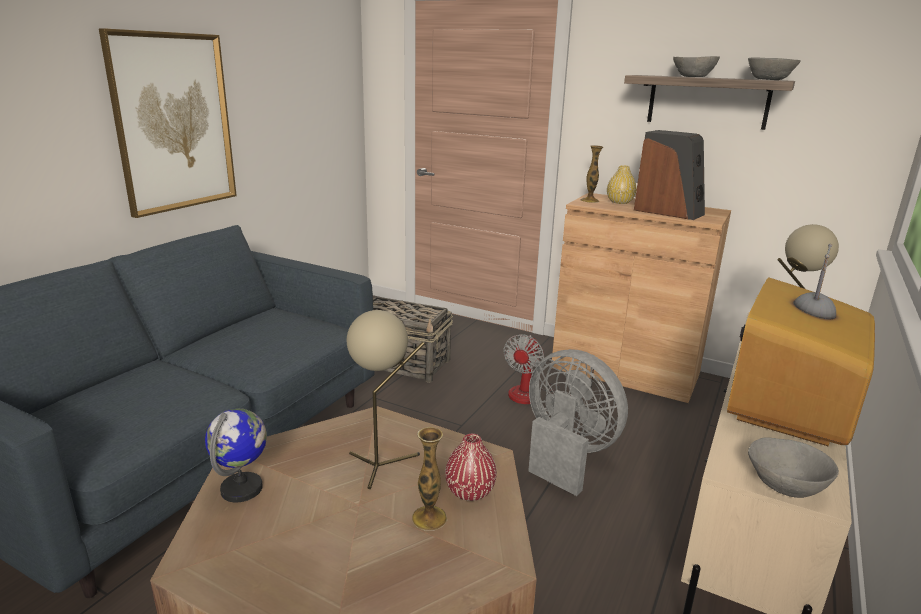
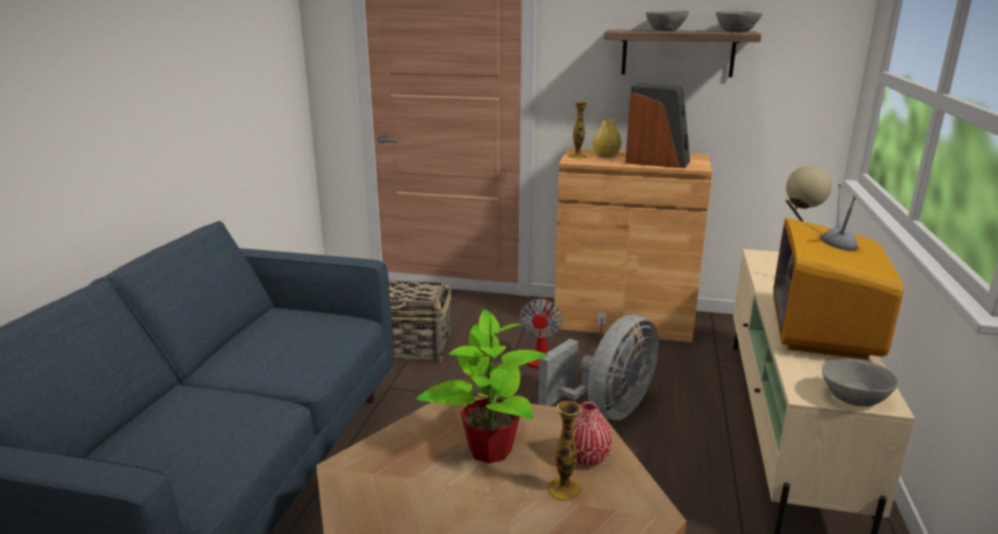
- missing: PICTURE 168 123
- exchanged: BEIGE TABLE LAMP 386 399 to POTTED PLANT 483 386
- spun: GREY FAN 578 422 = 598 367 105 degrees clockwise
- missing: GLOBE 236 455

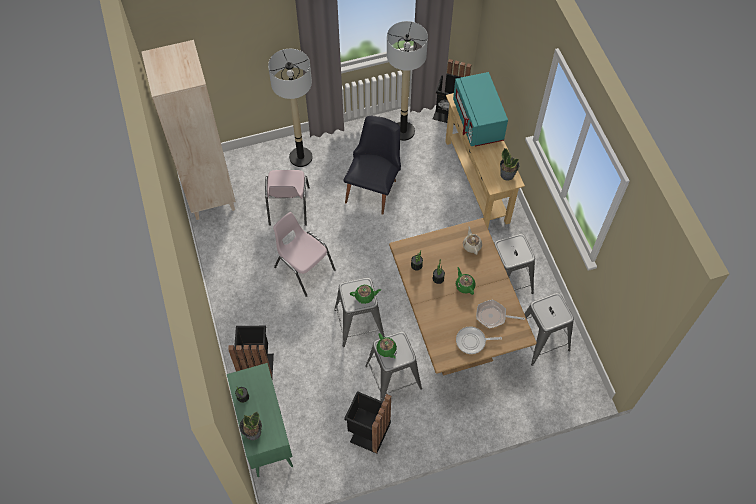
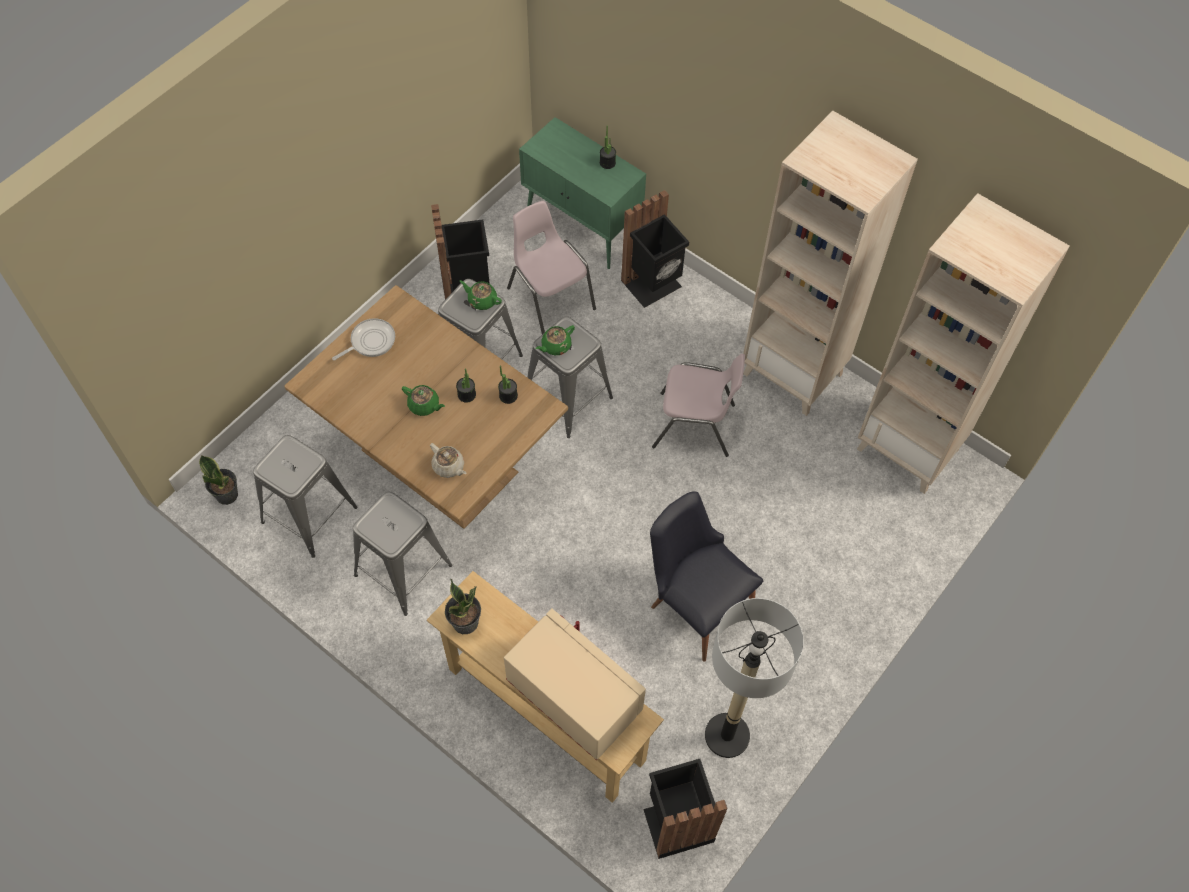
- missing: FLOOR LAMP 290 108
- colour: TURQUOISE MICROWAVE 480 109 to BEIGE MICROWAVE 575 684
- spun: BLACK CHAIR 372 165 = 706 576 150 degrees clockwise
- relocated: PINK CHAIR 287 198 to 551 267
- missing: FRYING PAN 500 314
- relocated: POTTED PLANT 250 426 to 218 480
- appeared: BEIGE BOOKCASE 830 263

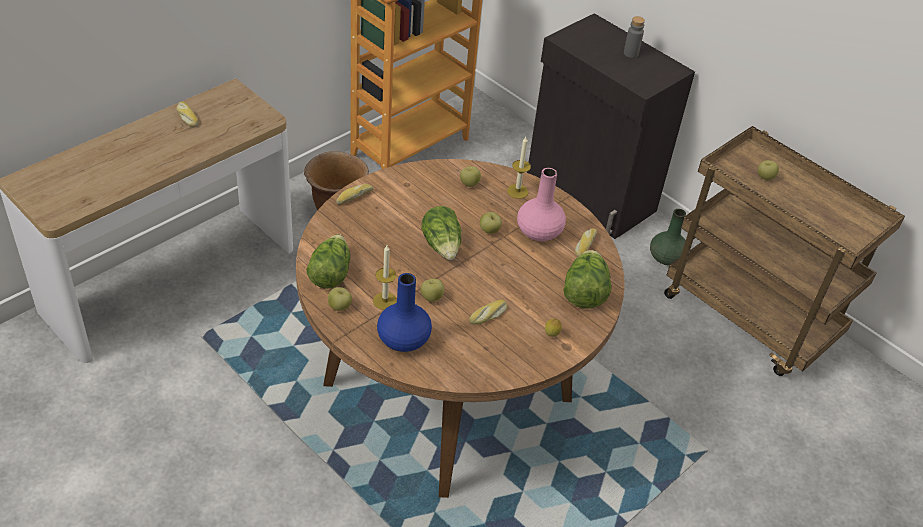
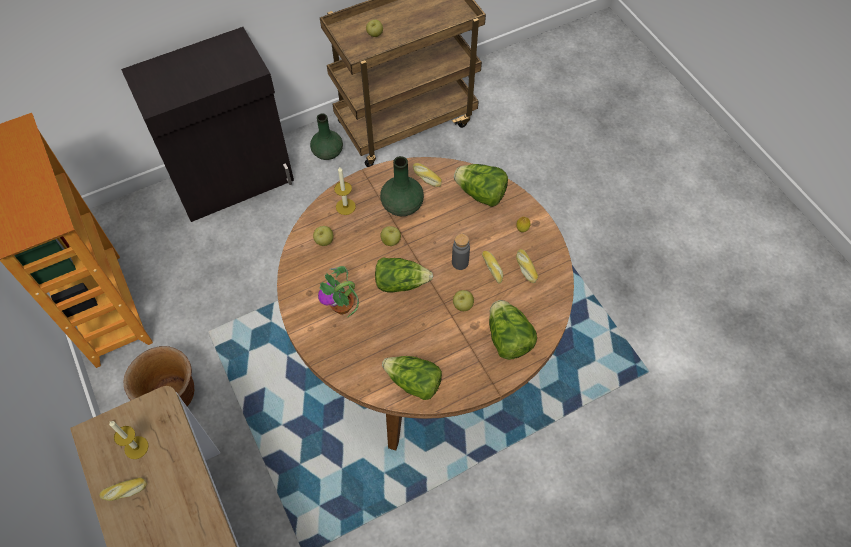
- relocated: GREY BOTTLE 634 37 to 461 251
- colour: PINK VASE 541 204 to GREEN VASE 402 186
- relocated: BREAD 355 194 to 527 266
- relocated: CANDLE 385 277 to 129 440
- exchanged: BLUE VASE 404 312 to LETTUCE 513 330
- missing: APPLE 340 299
- appeared: POTTED PLANT 338 291

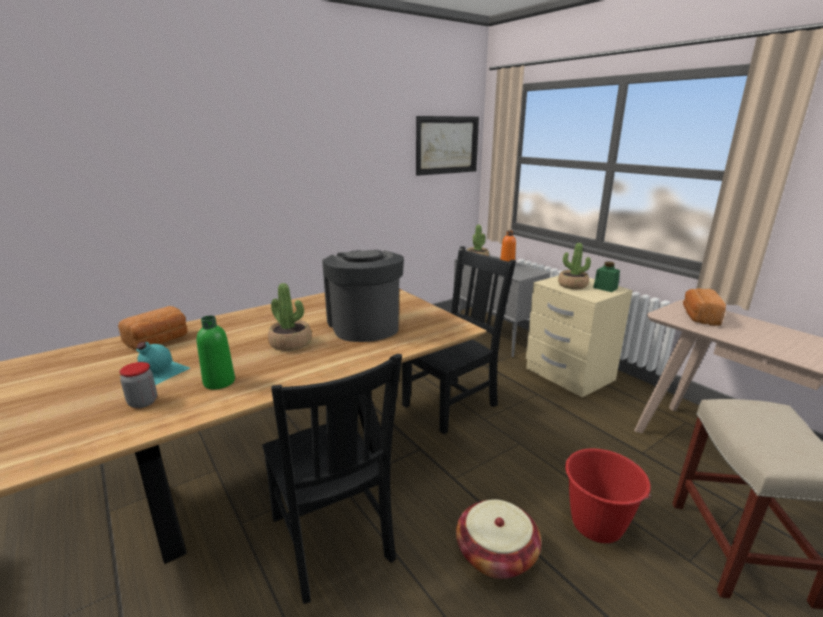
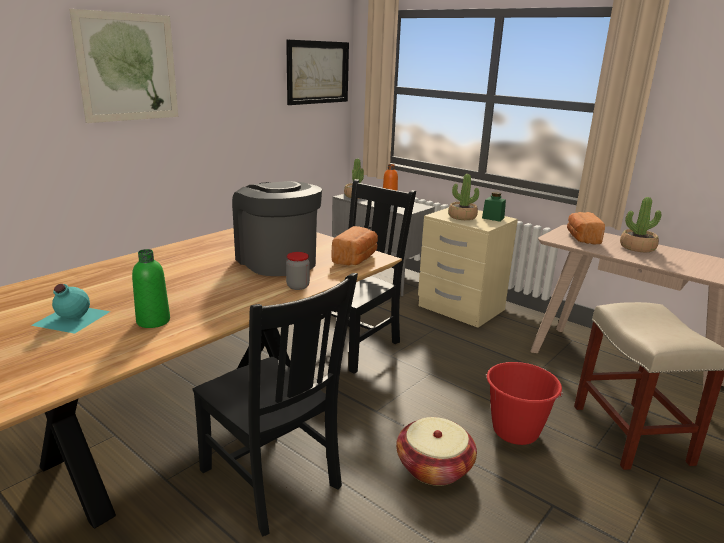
- relocated: POTTED PLANT 290 317 to 641 224
- relocated: BREAD 153 327 to 355 245
- relocated: JAR 138 385 to 298 271
- appeared: PICTURE 123 66

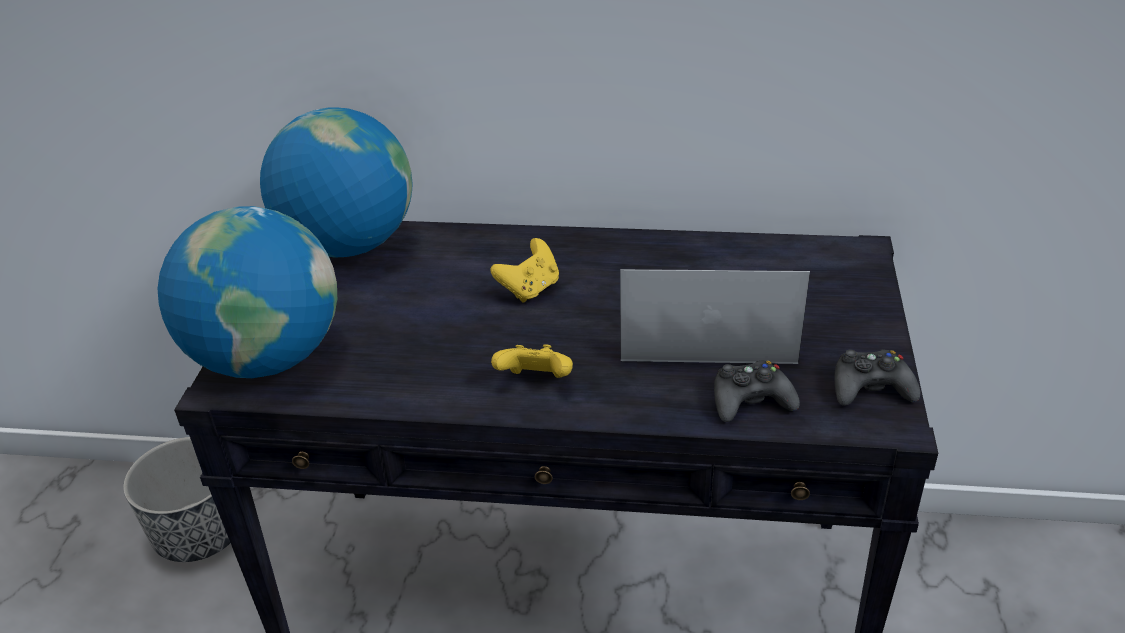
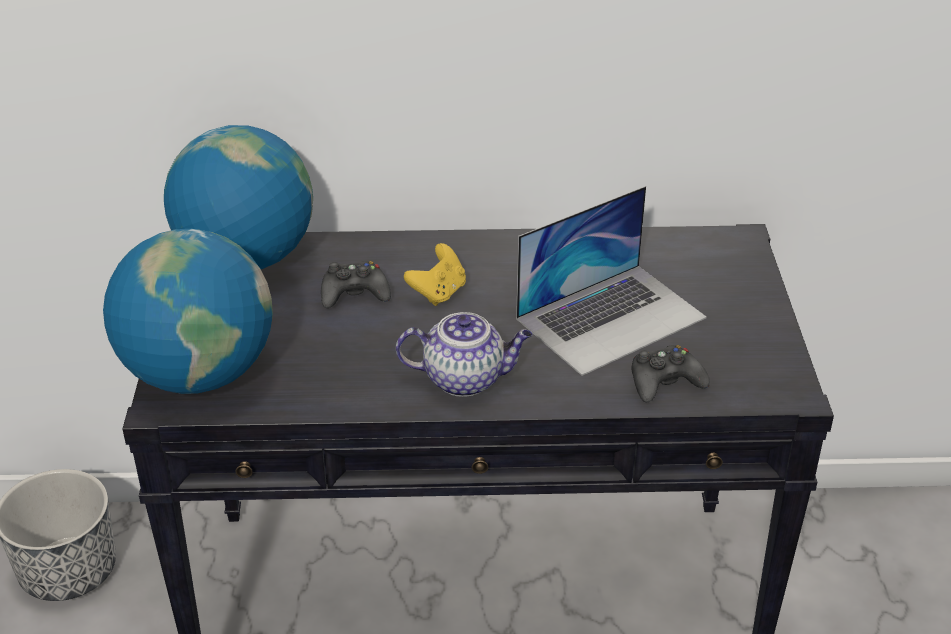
- spun: LAPTOP 715 316 = 611 281 150 degrees clockwise
- exchanged: YELLOW GAME CONTROLLER 532 361 to TEAPOT 464 354
- relocated: BLACK GAME CONTROLLER 877 378 to 356 284

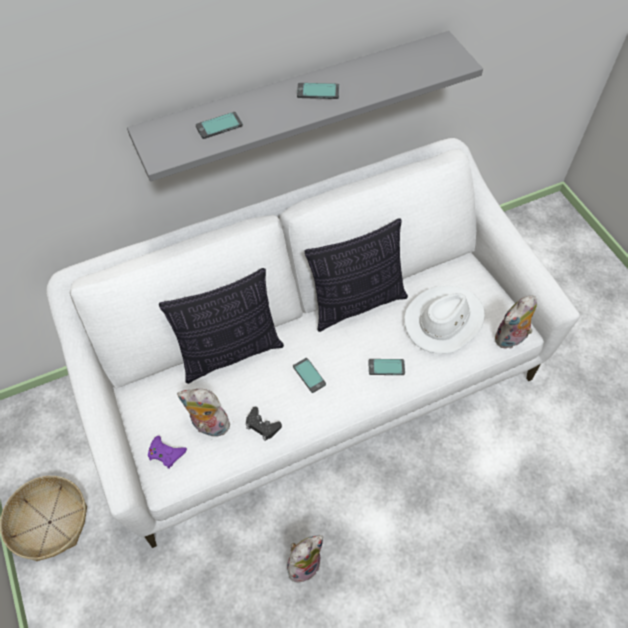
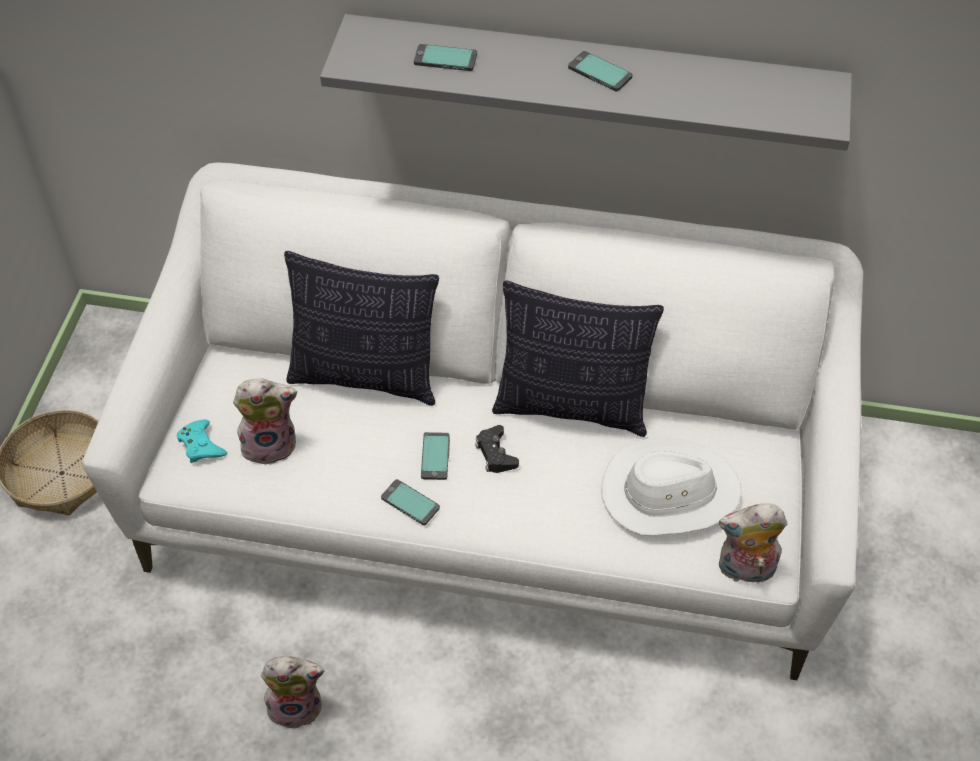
- relocated: PHONE 386 367 to 410 502
- spun: PLUSH TOY 204 413 = 265 423 120 degrees clockwise
- relocated: BLACK GAME CONTROLLER 264 424 to 497 449
- colour: PURPLE GAME CONTROLLER 167 452 to TURQUOISE GAME CONTROLLER 202 441

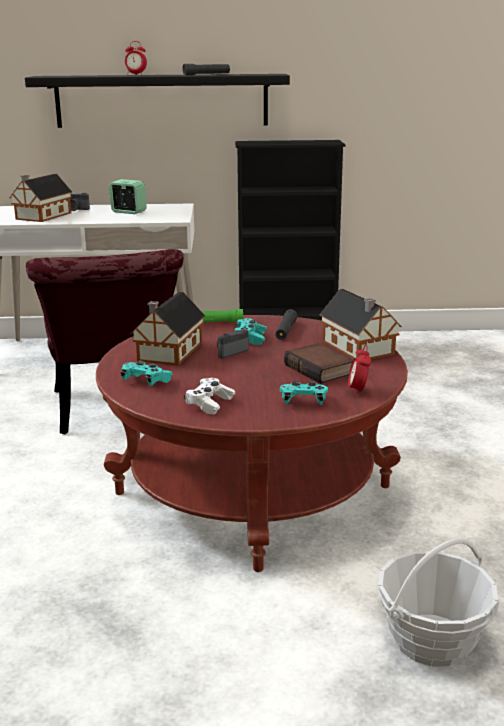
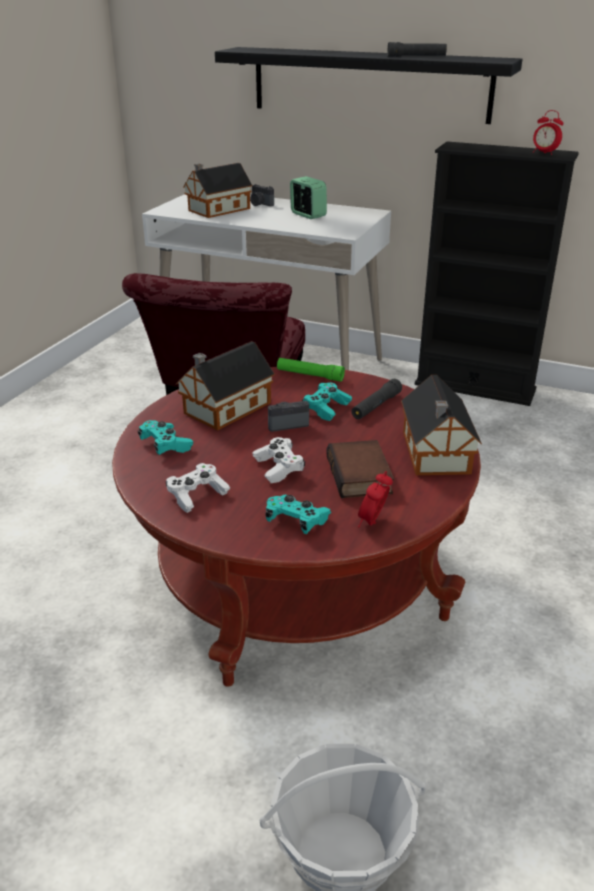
- relocated: ALARM CLOCK 136 58 to 548 132
- appeared: WHITE GAME CONTROLLER 279 460

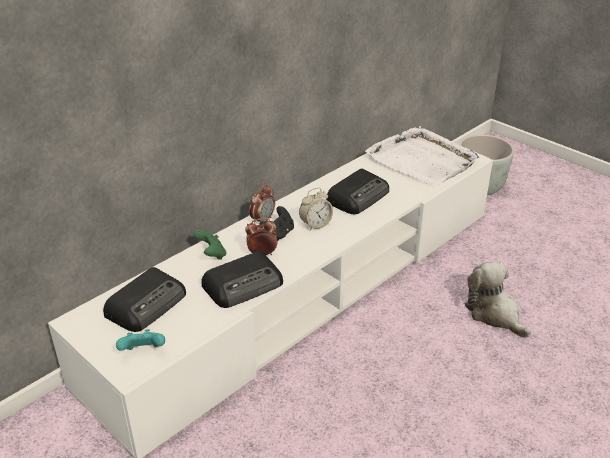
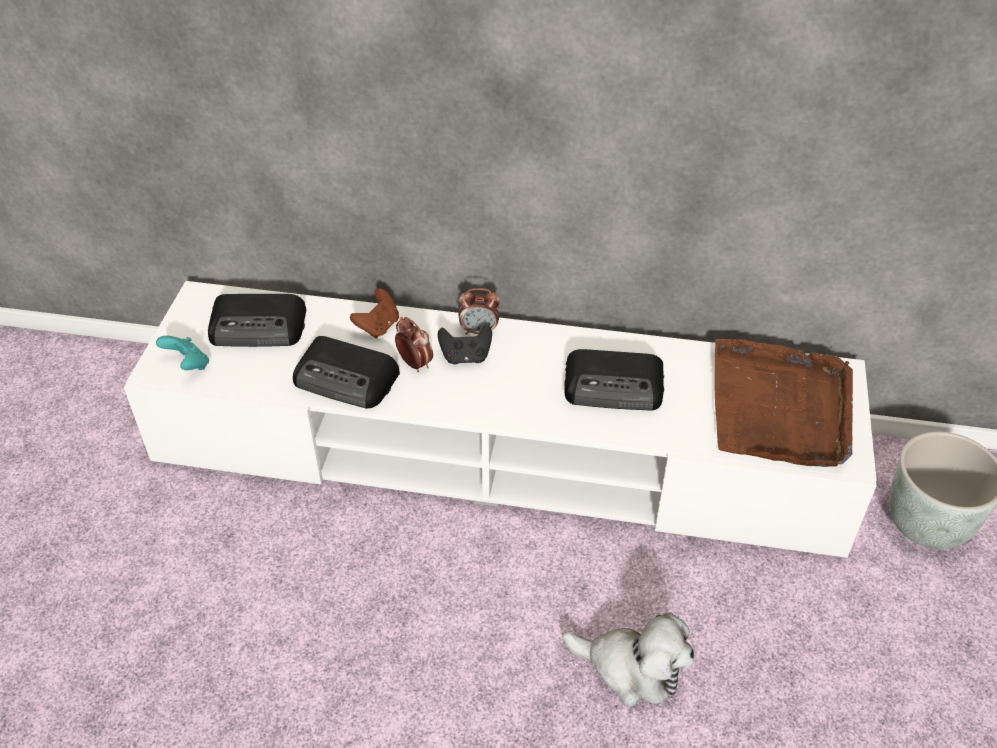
- colour: WHITE TRAY 422 156 to BROWN TRAY 783 403
- missing: ALARM CLOCK 316 209
- colour: GREEN GAME CONTROLLER 210 245 to BROWN GAME CONTROLLER 374 313
- spun: PLUSH TOY 498 299 = 628 659 90 degrees clockwise

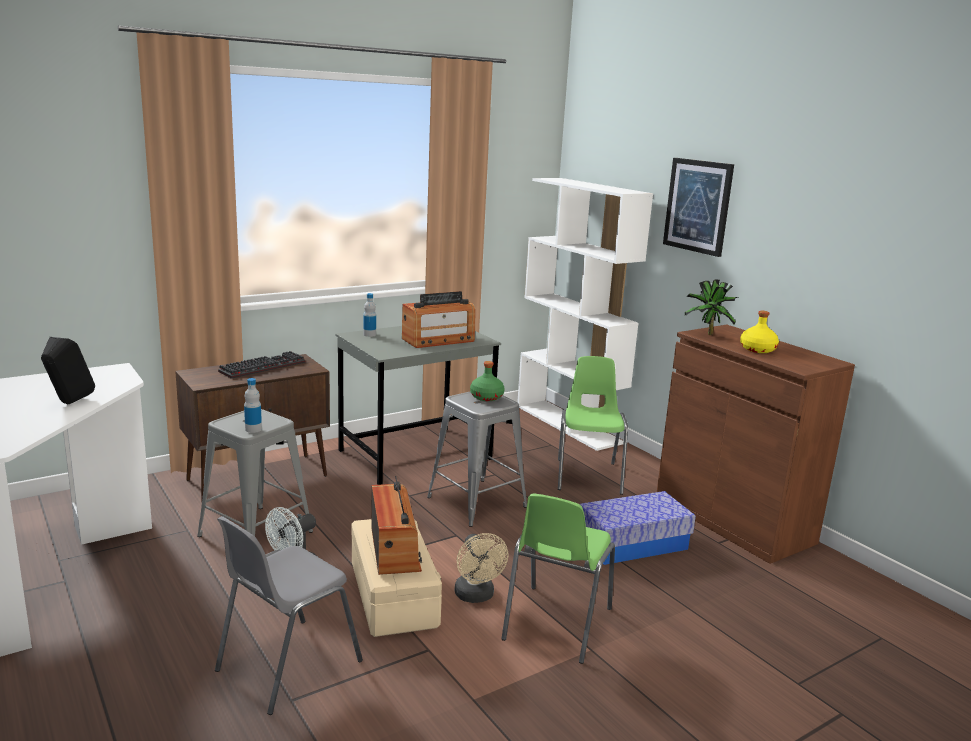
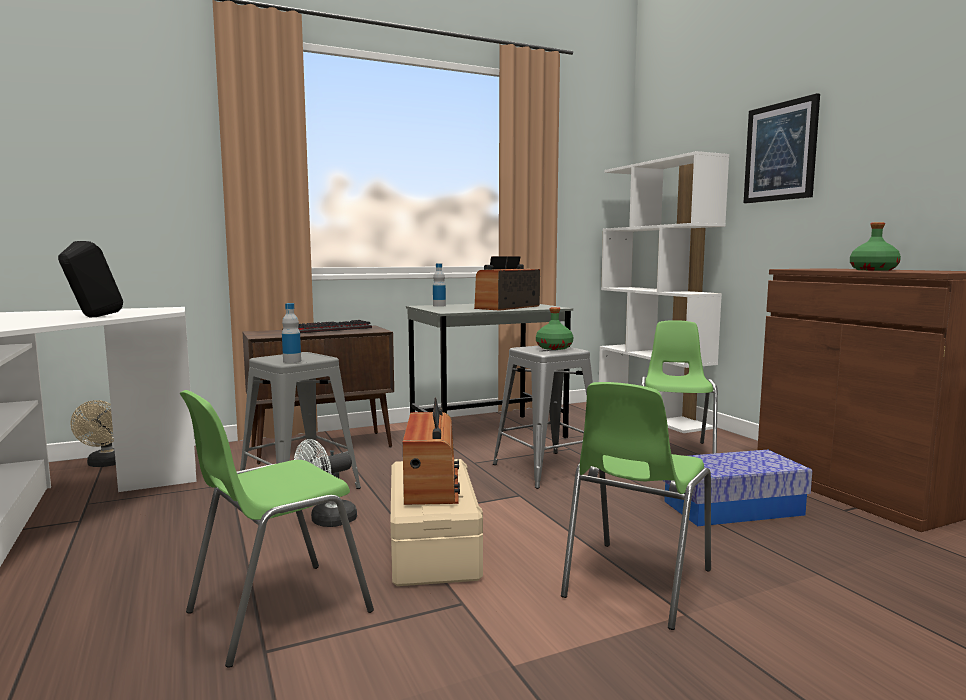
- missing: POTTED PLANT 711 307
- spun: RADIO 438 319 = 507 283 150 degrees clockwise
- colour: YELLOW BOTTLE 759 332 to GREEN BOTTLE 875 246
- colour: GREY CHAIR 289 615 to GREEN CHAIR 277 529
- relocated: BEIGE FAN 481 568 to 93 433

